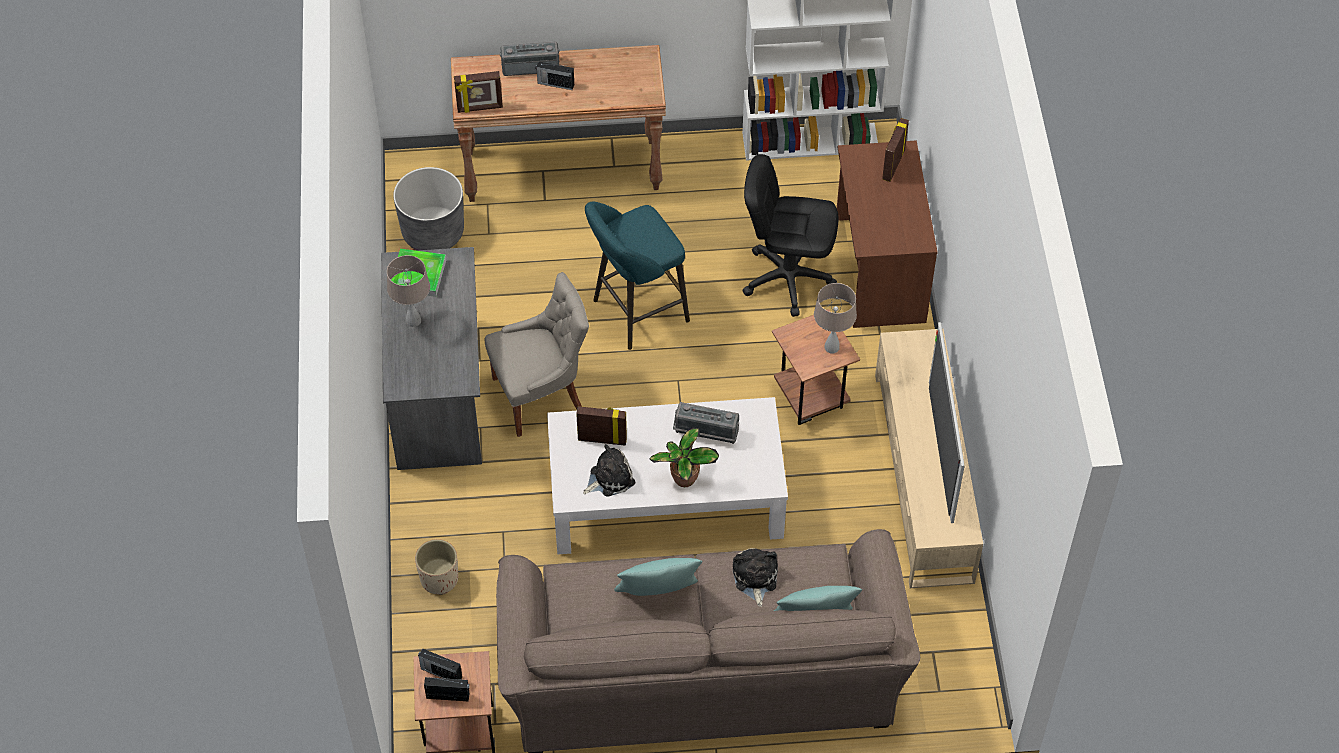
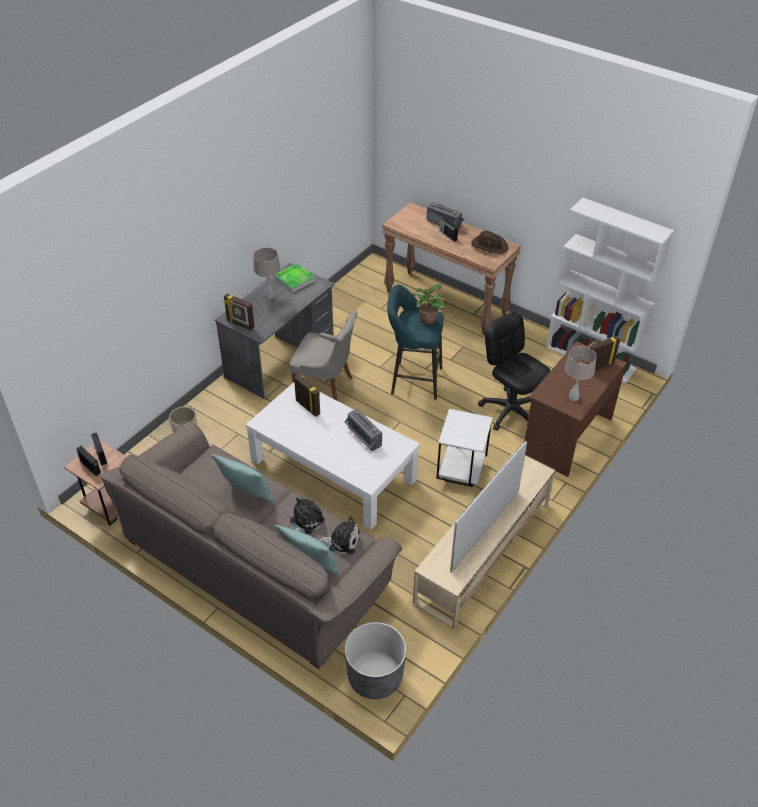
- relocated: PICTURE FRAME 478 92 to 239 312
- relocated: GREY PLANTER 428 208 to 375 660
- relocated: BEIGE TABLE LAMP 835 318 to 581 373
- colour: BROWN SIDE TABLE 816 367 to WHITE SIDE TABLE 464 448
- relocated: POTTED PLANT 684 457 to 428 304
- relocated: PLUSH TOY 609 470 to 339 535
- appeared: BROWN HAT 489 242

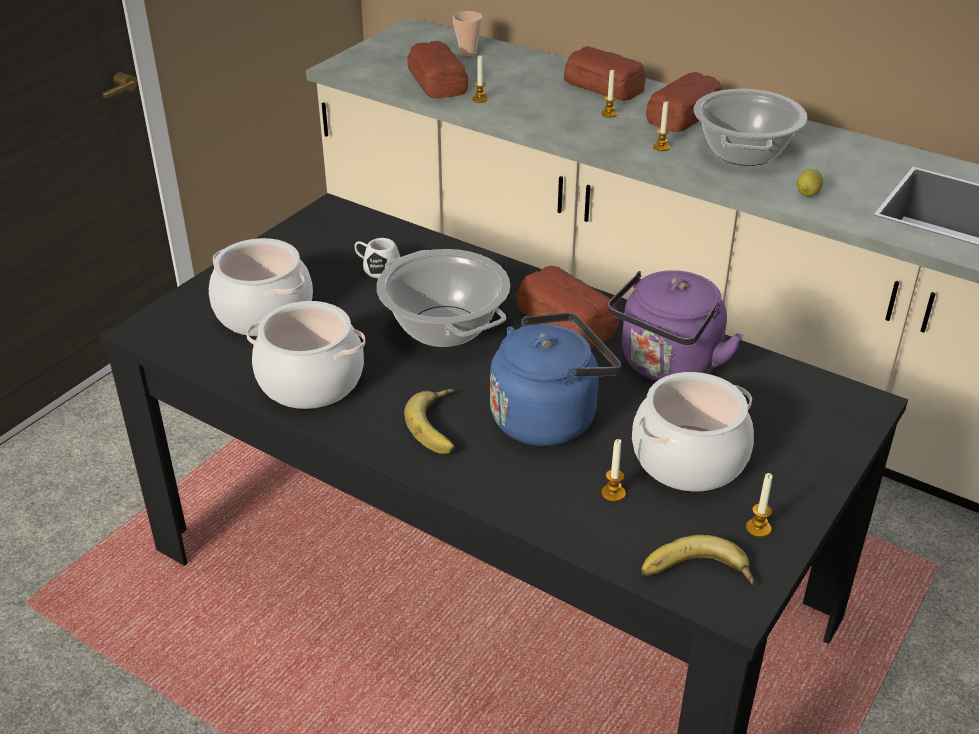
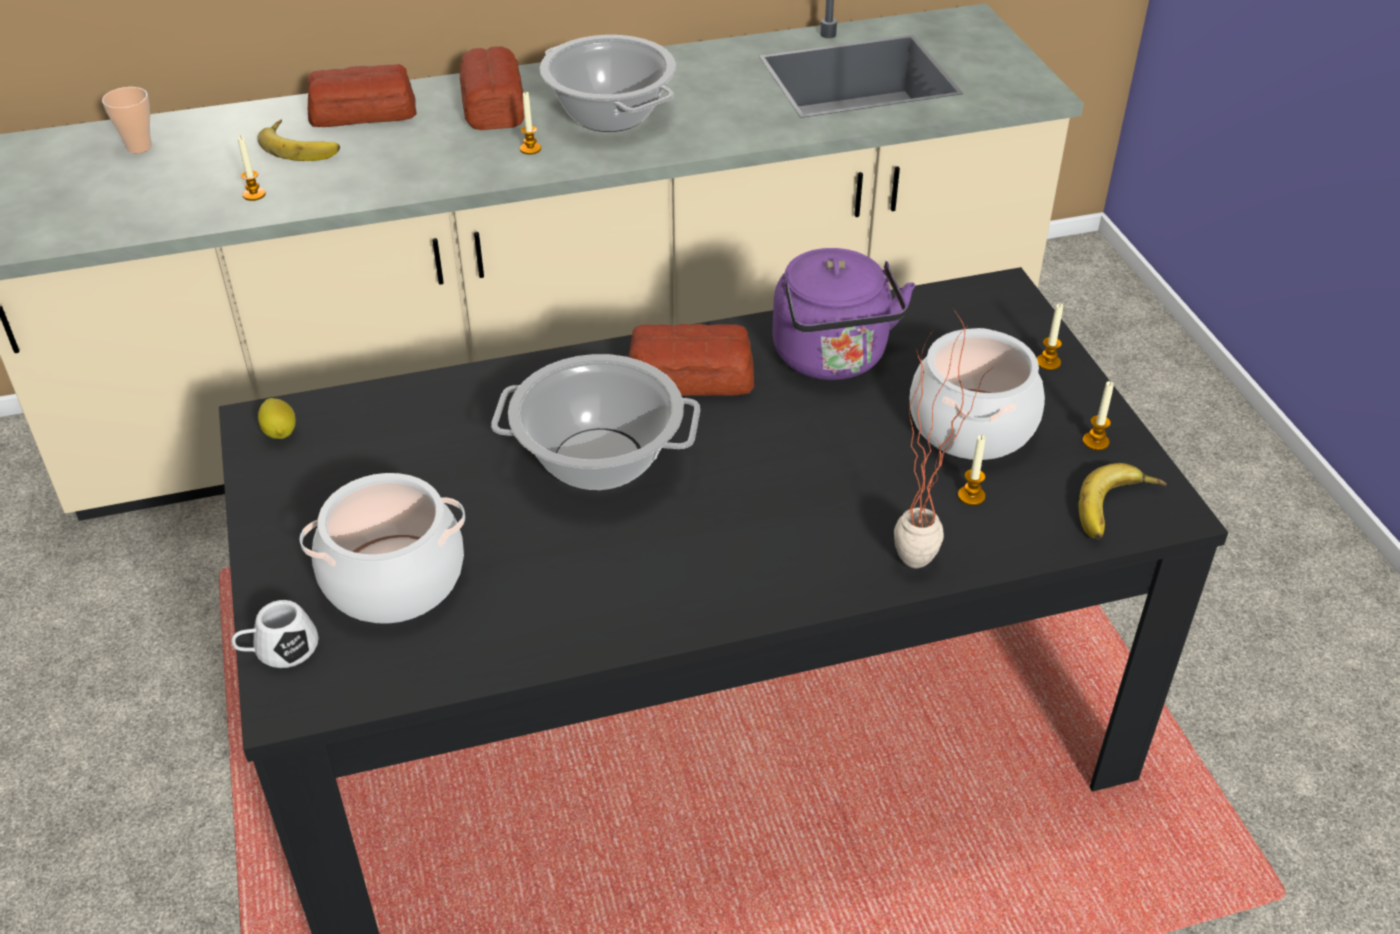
- missing: BREAD 437 69
- relocated: CANDLE 609 94 to 1050 336
- relocated: LEMON 810 182 to 277 418
- relocated: WHITE MUG 377 258 to 275 634
- missing: COOKING POT 305 355
- missing: BLUE KETTLE 555 379
- relocated: BANANA 429 421 to 298 140
- appeared: POTTED PLANT 942 439

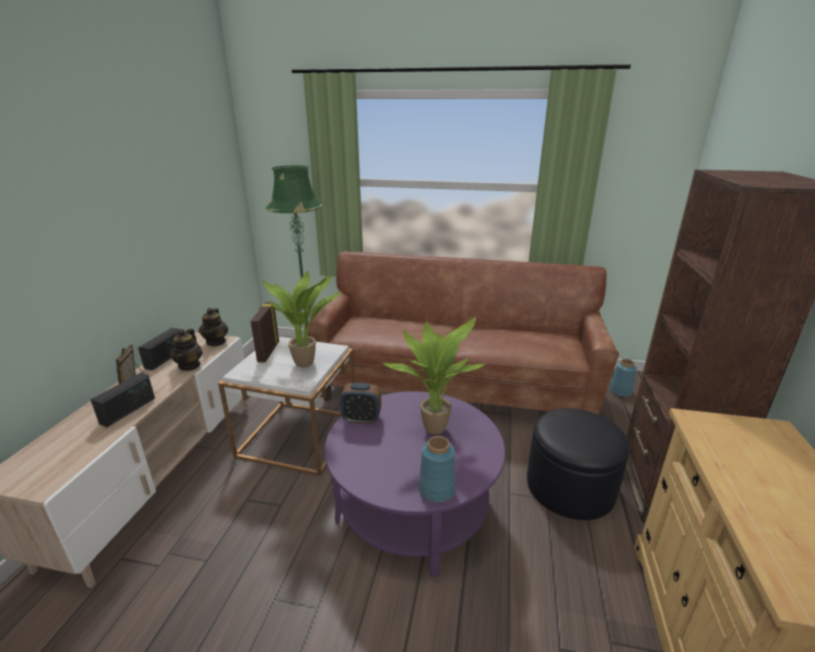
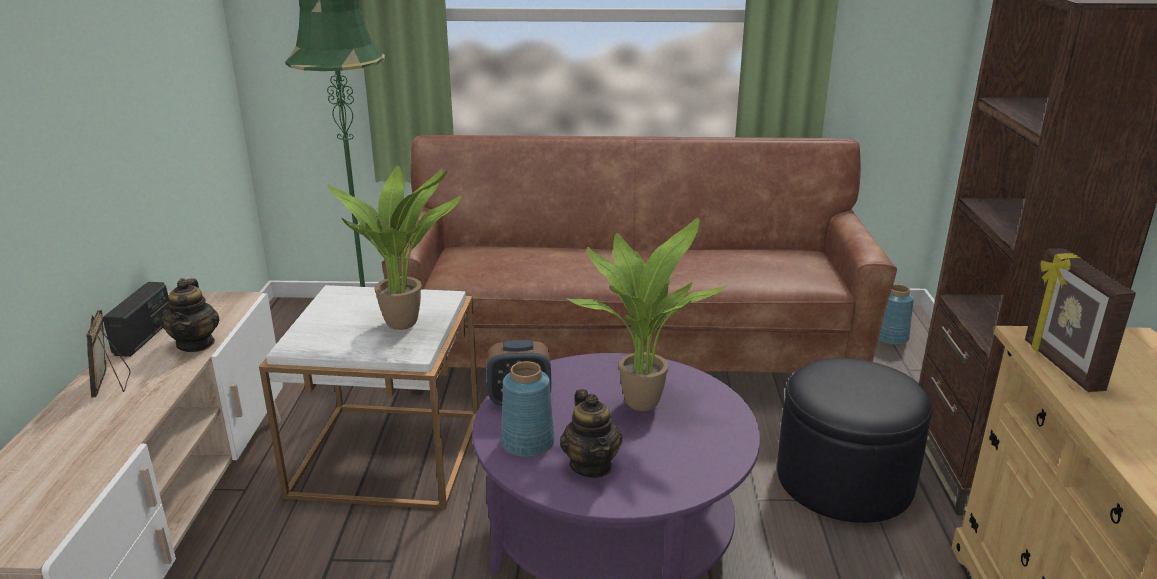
- relocated: PICTURE FRAME 265 332 to 1080 320
- relocated: TEAPOT 213 327 to 591 433
- missing: RADIO 122 400
- relocated: BLUE VASE 437 469 to 528 409

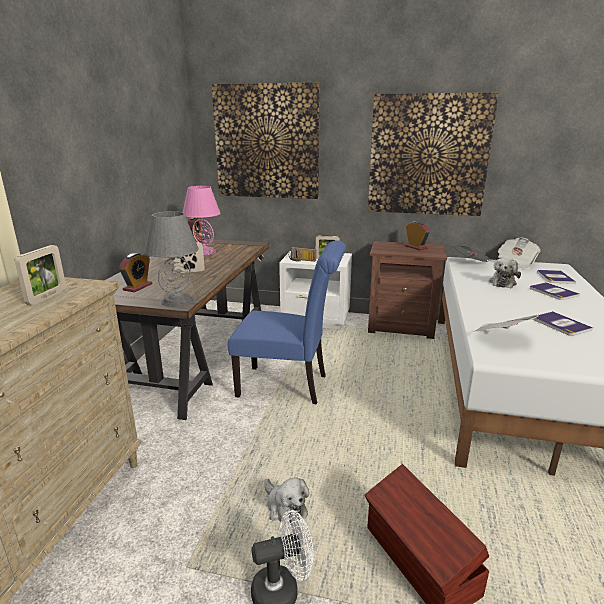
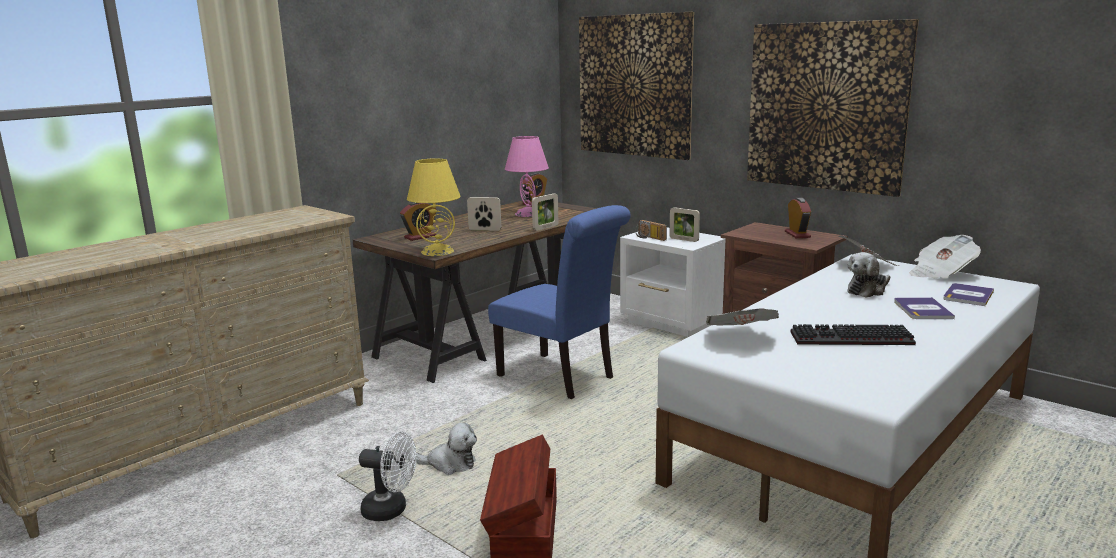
- colour: GREY TABLE LAMP 172 259 to YELLOW TABLE LAMP 434 207
- relocated: PICTURE FRAME 40 275 to 545 212
- exchanged: BOOK 563 323 to KEYBOARD 853 334
- spun: PLUSH TOY 286 501 = 446 449 75 degrees counterclockwise

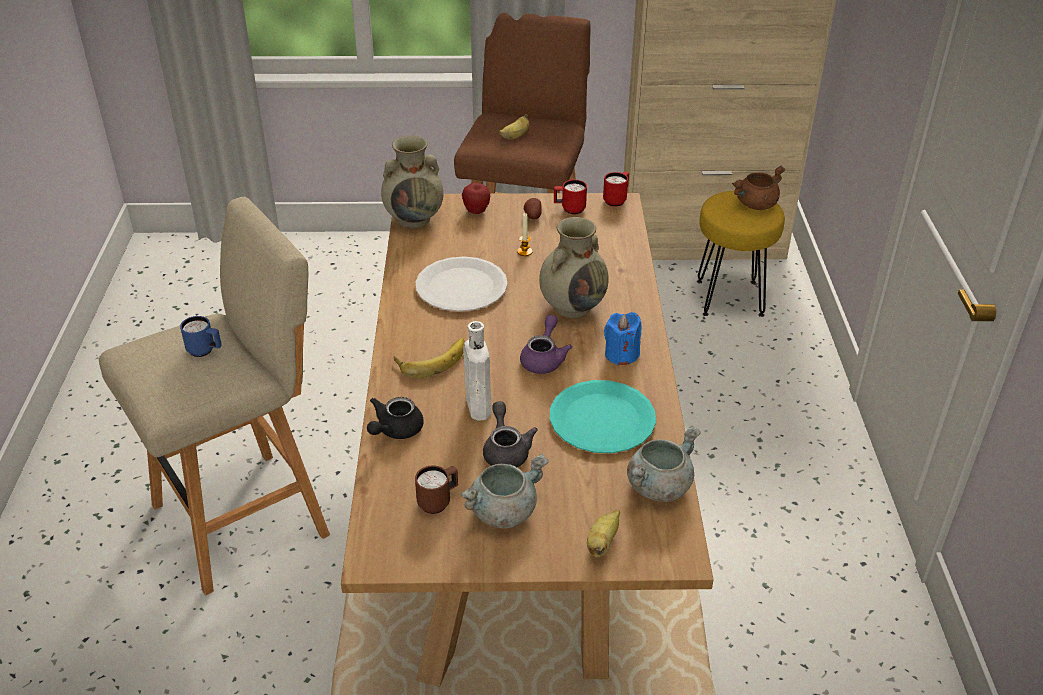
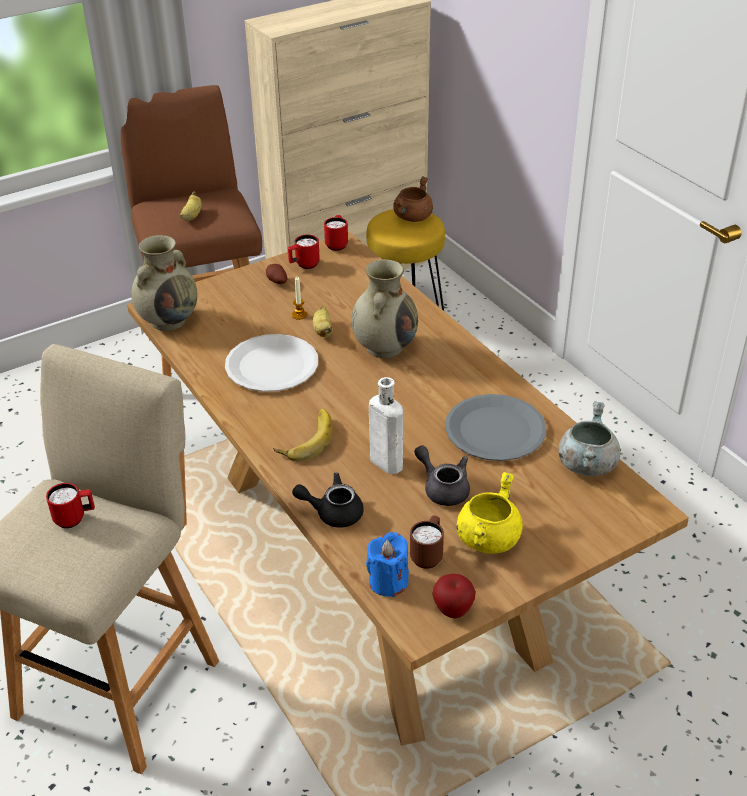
- relocated: APPLE 476 198 to 454 596
- relocated: BLUE CANDLE 623 338 to 387 564
- missing: PURPLE TEAPOT 546 344
- colour: BLUE MUG 201 336 to RED MUG 70 505
- colour: TURQUOISE PLATE 603 416 to GREY PLATE 495 427
- spun: BLACK TEAPOT 395 418 = 328 500 90 degrees clockwise
- colour: GREY COOKING POT 505 491 to YELLOW COOKING POT 489 513
- relocated: BANANA 603 534 to 323 321

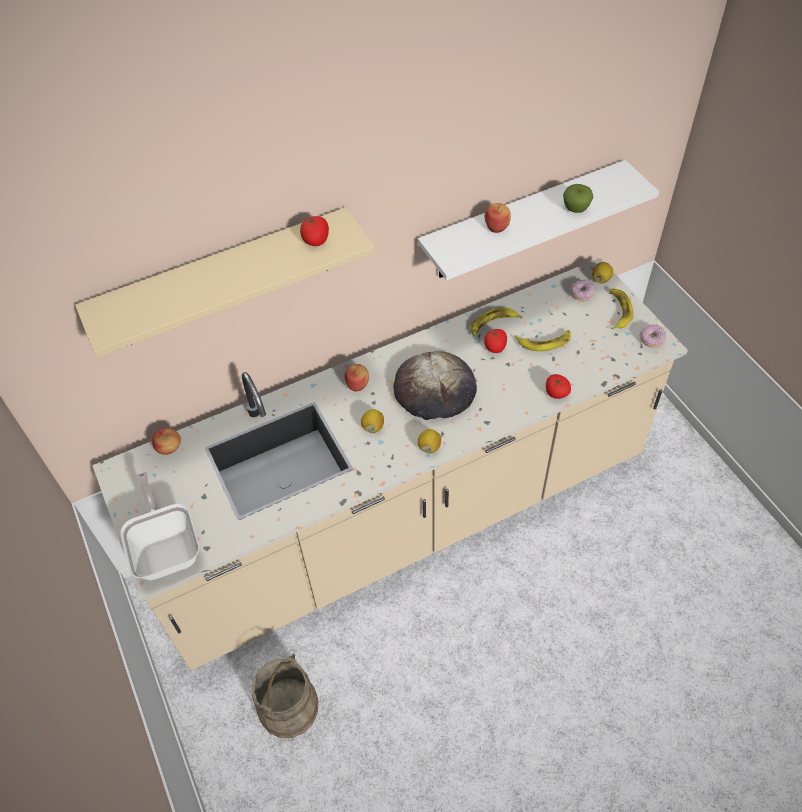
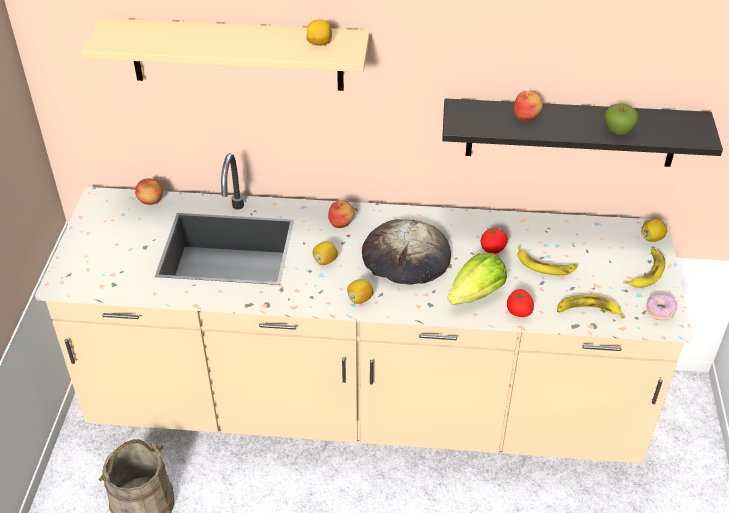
- colour: WHITE SHELF 538 220 to BLACK SHELF 582 132
- exchanged: TOMATO 314 231 to LEMON 319 33
- missing: DONUT 583 290
- relocated: BANANA 496 322 to 591 307
- missing: FRYING PAN 160 526
- appeared: LETTUCE 477 279

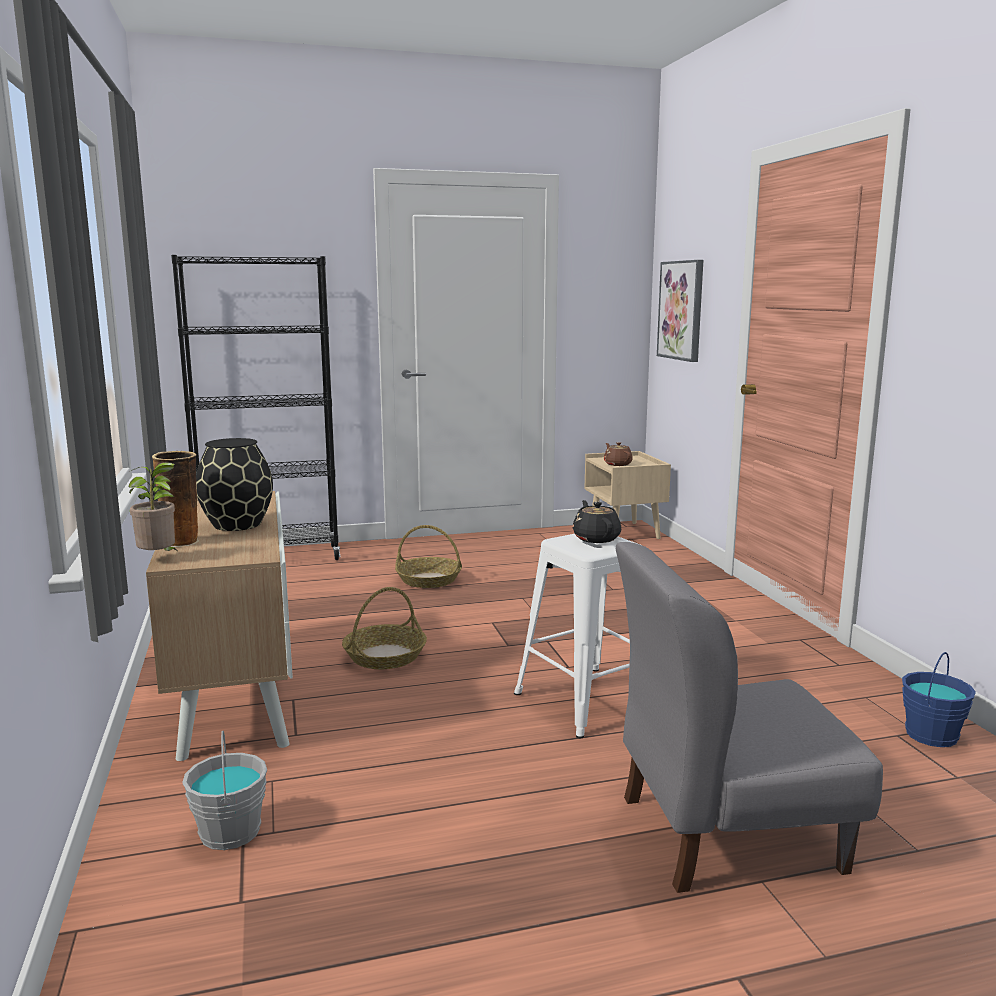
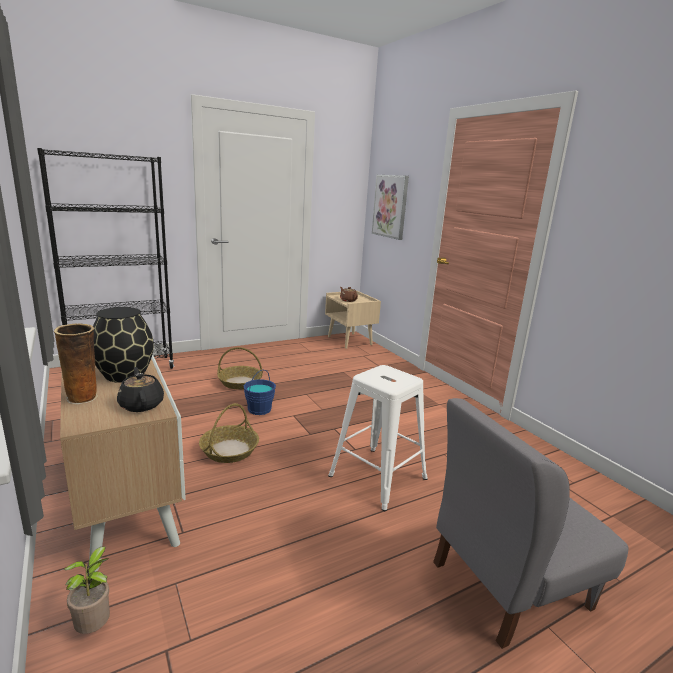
- relocated: POTTED PLANT 152 506 to 87 590
- relocated: BLACK TEAPOT 596 521 to 140 389
- relocated: BLUE BUCKET 939 699 to 259 392
- missing: GREY BUCKET 224 790

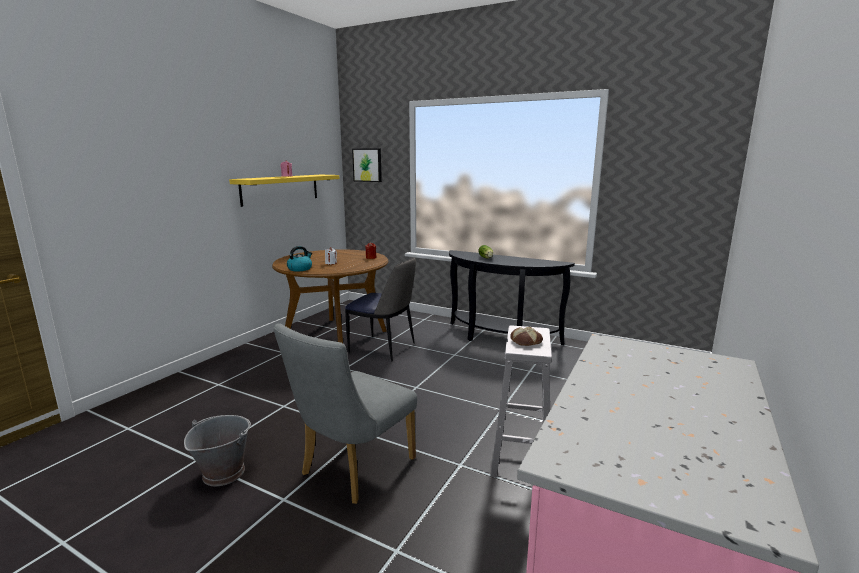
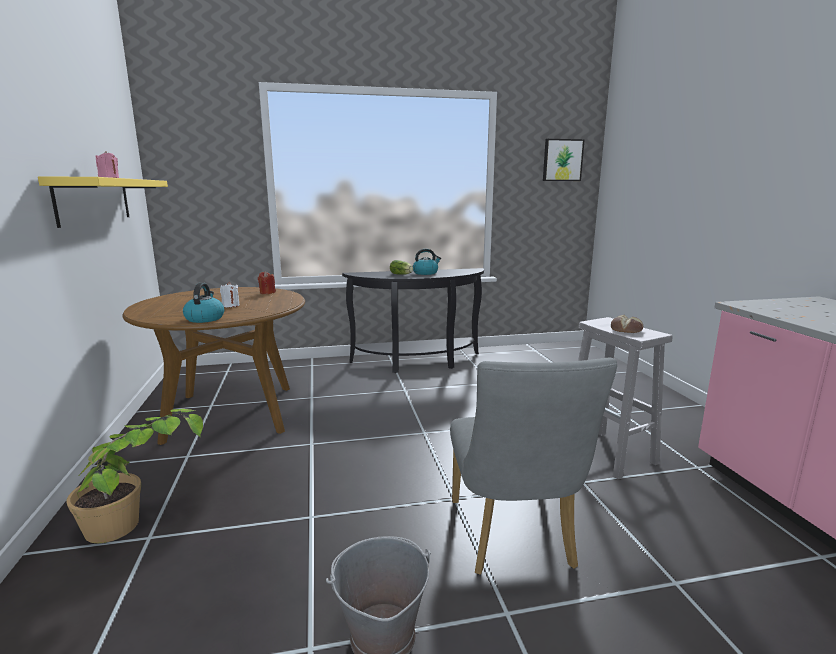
- relocated: PICTURE 367 165 to 564 160
- missing: CHAIR 380 309
- appeared: KETTLE 427 262
- appeared: POTTED PLANT 134 476

